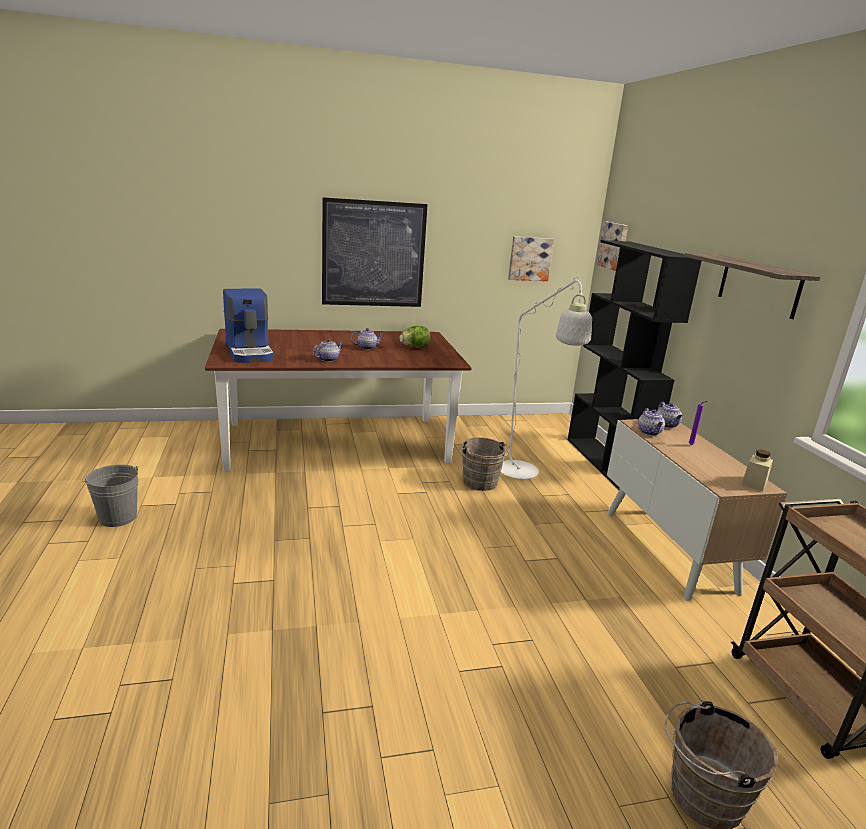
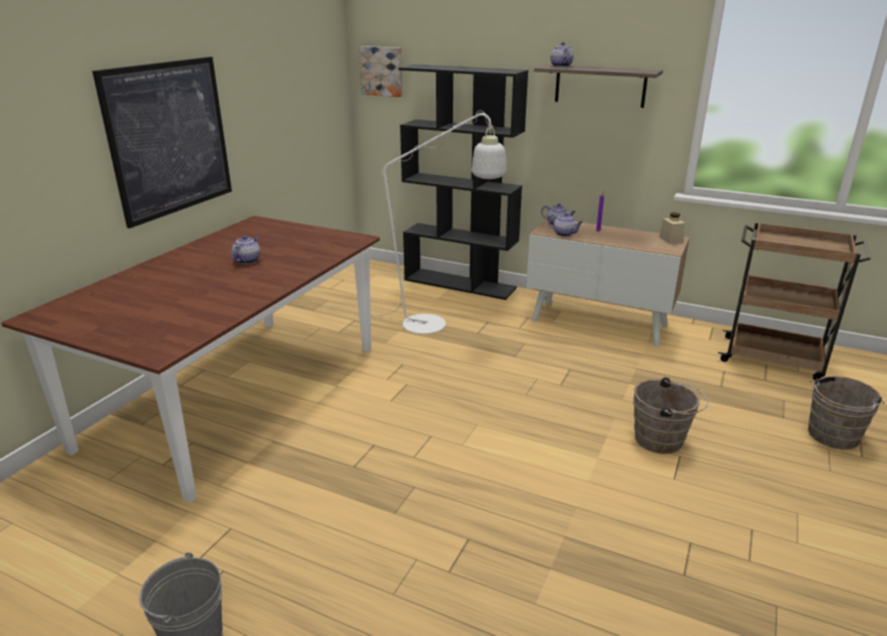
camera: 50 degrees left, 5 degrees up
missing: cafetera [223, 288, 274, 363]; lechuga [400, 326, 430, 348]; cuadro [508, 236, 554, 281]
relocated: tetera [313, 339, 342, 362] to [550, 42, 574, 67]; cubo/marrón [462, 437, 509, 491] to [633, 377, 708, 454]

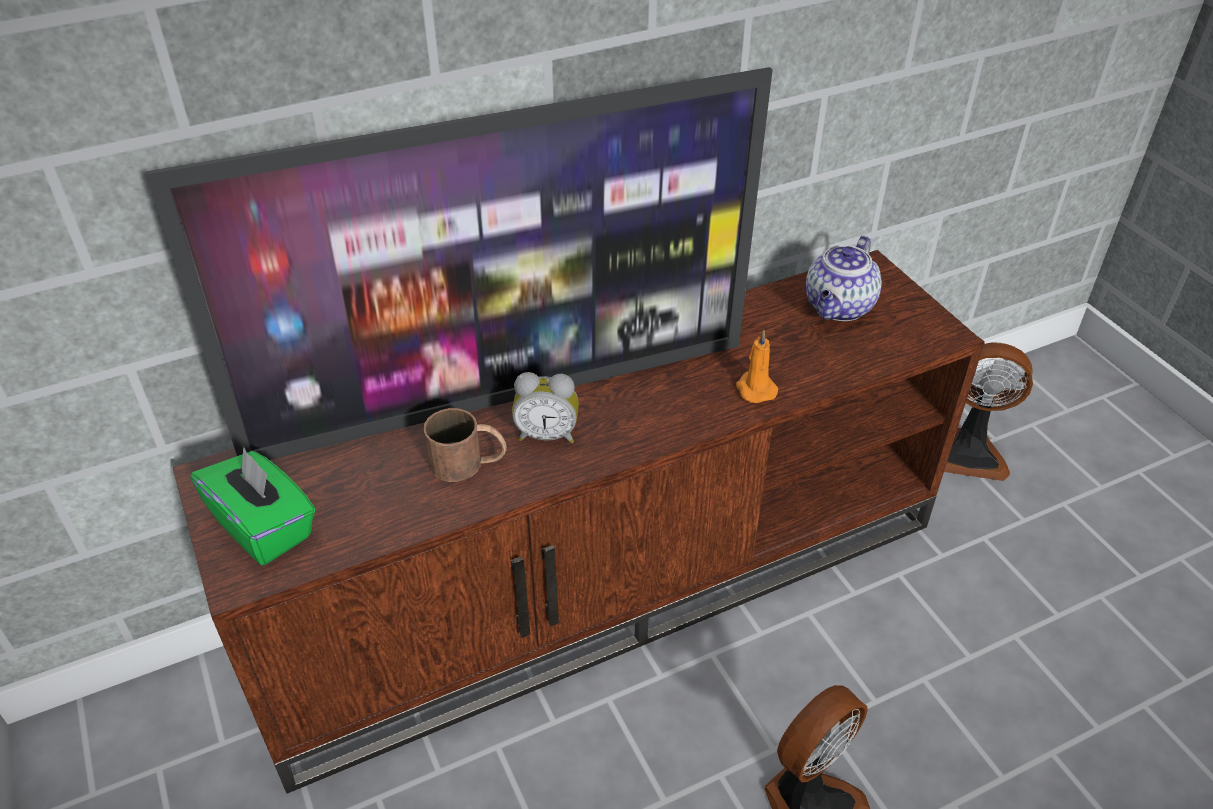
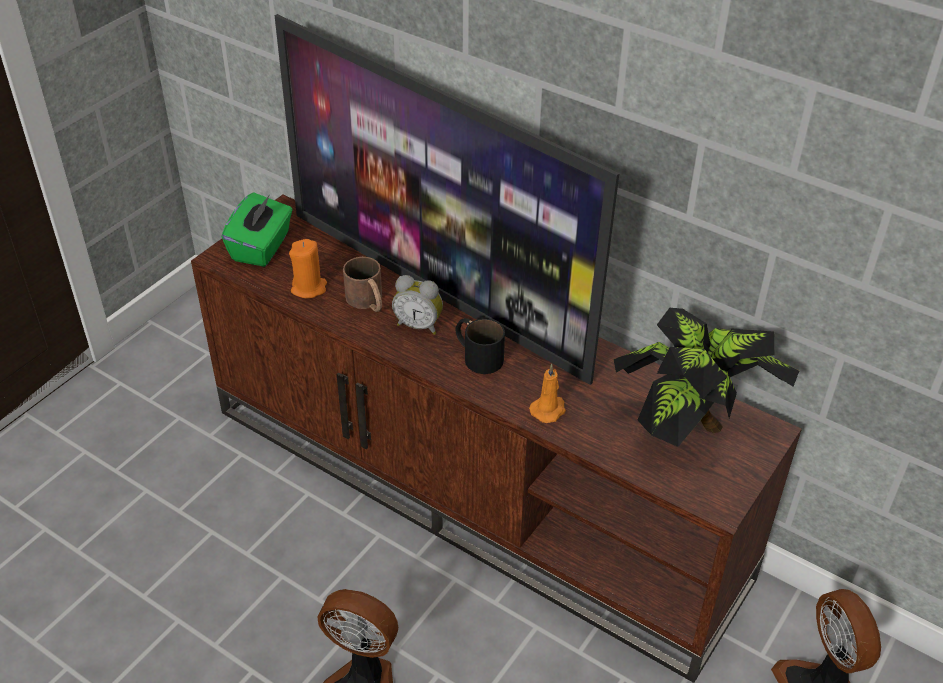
camera: 60 degrees right, 0 degrees up
appeared: vela/naranja [289, 239, 327, 298]; taza grande/negro [456, 318, 505, 374]
exchanged: tetera [806, 235, 882, 321] to planta en maceta [613, 308, 799, 447]
spun: despertador [512, 372, 579, 443] = [392, 275, 443, 335] 45 degrees counterclockwise

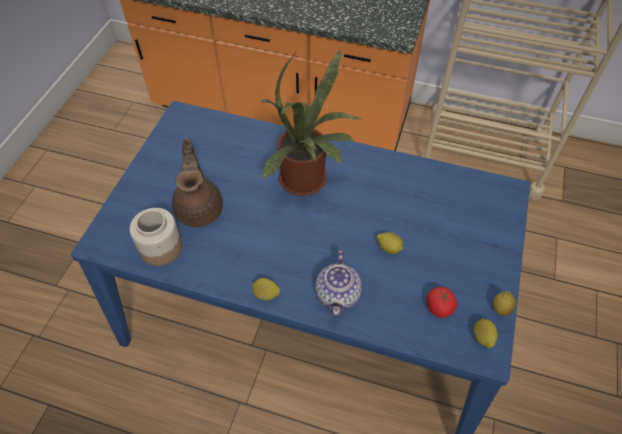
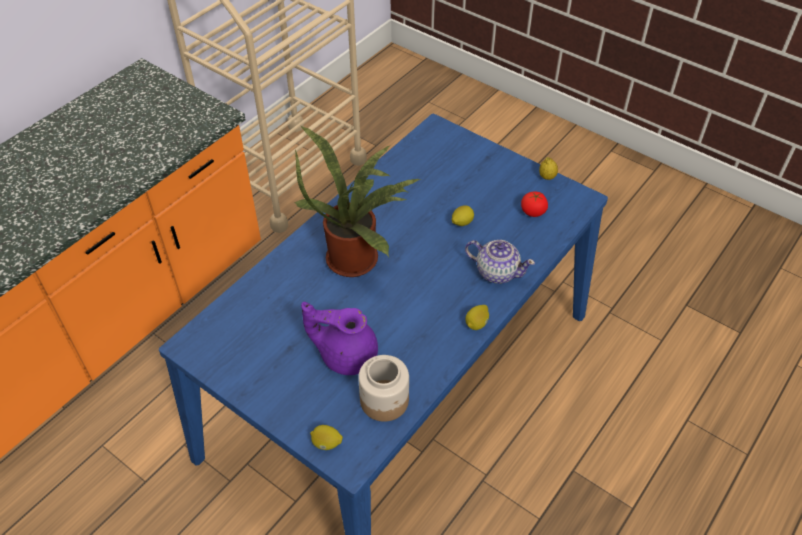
camera: 70 degrees left, 5 degrees down
relocated: limón [473, 318, 498, 348] to [310, 425, 343, 450]
colour: tetera/marrón [172, 138, 223, 227] to tetera/morado [301, 302, 378, 375]

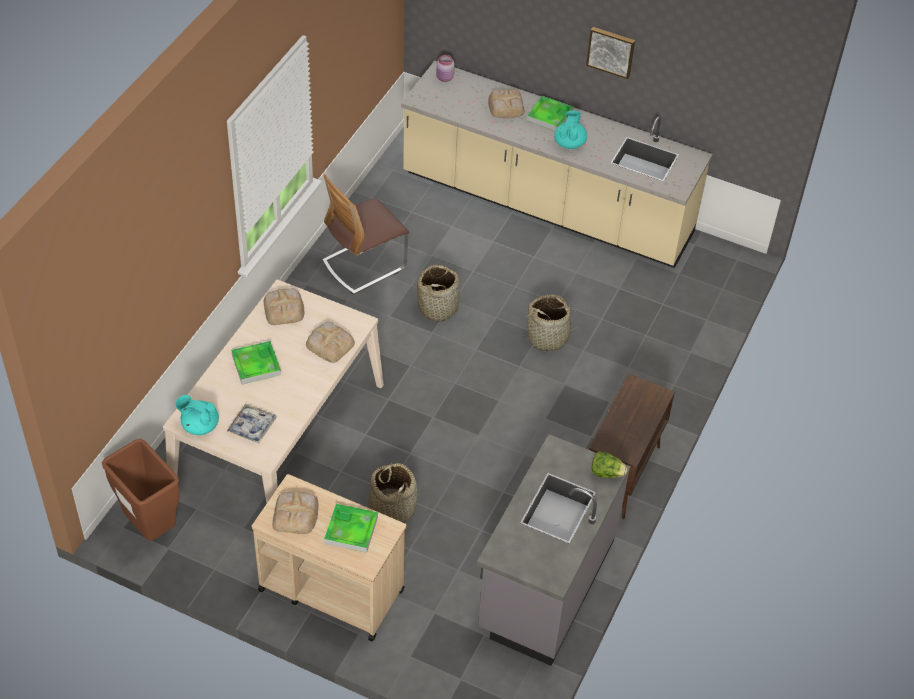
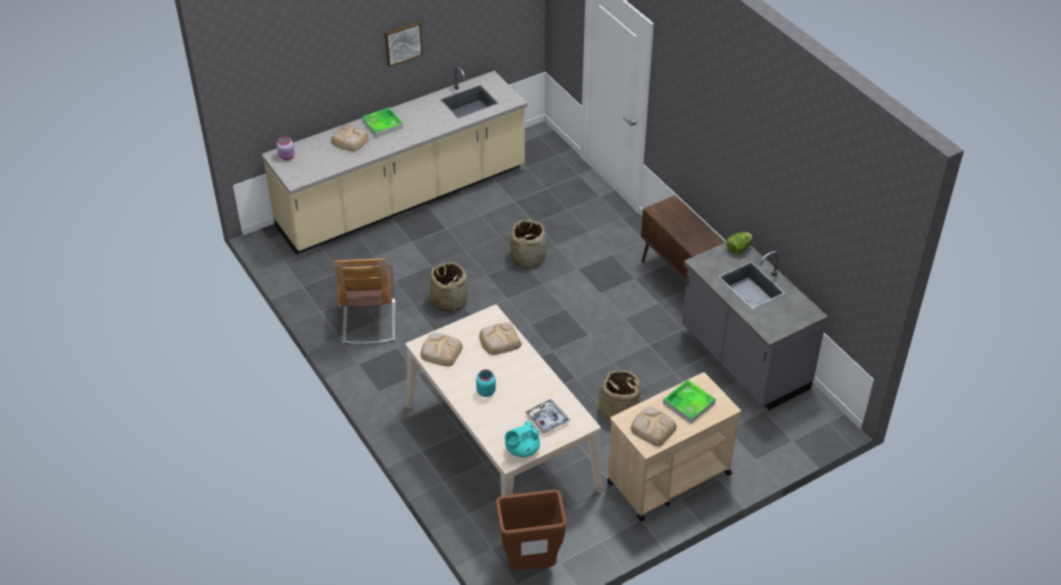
camera: 55 degrees left, 5 degrees down
missing: tetera/turquesa [554, 111, 587, 149]
exchanged: bandeja [231, 341, 281, 384] to tarro/turquesa [476, 369, 496, 397]

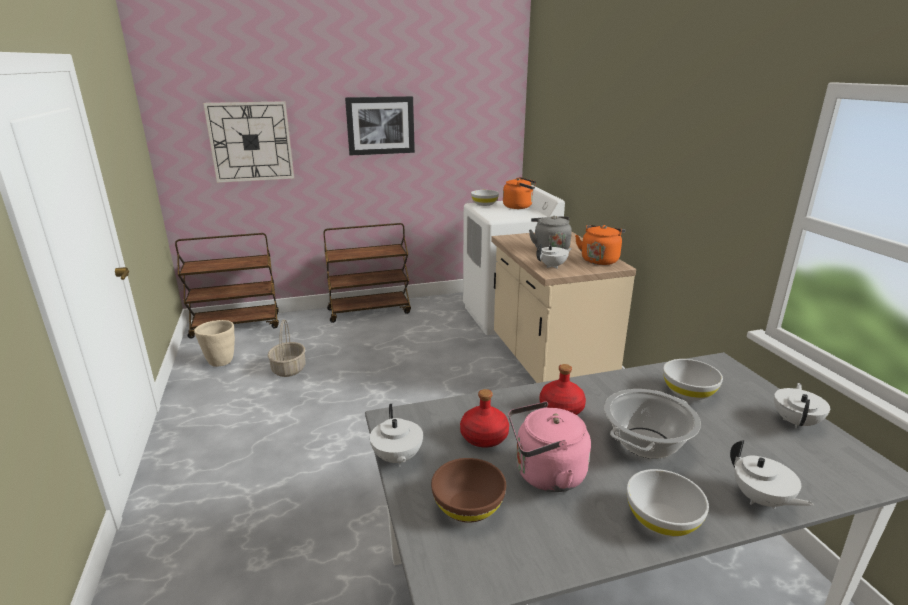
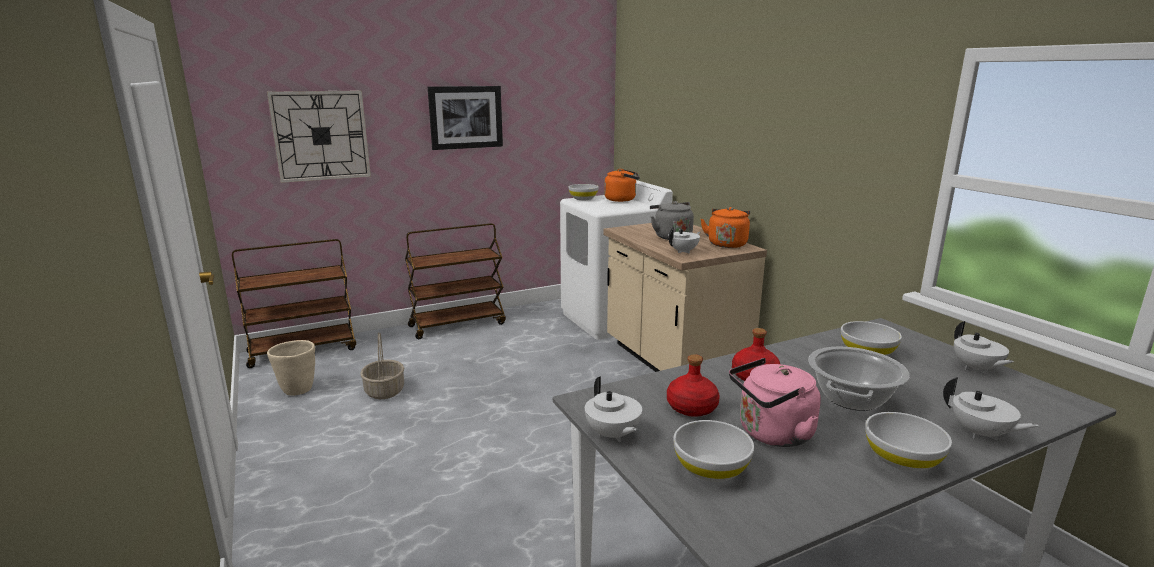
camera: 10 degrees left, 5 degrees down
colour: cuenco/marrón [431, 458, 506, 523] to cuenco/blanco [673, 420, 754, 482]
spun: tetera/blanco [774, 383, 830, 429] = [954, 321, 1014, 374] 150 degrees clockwise

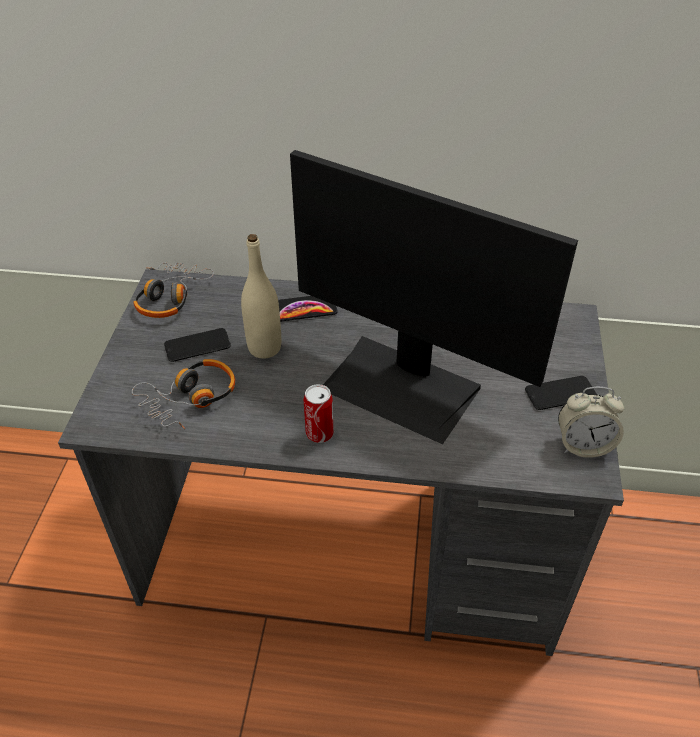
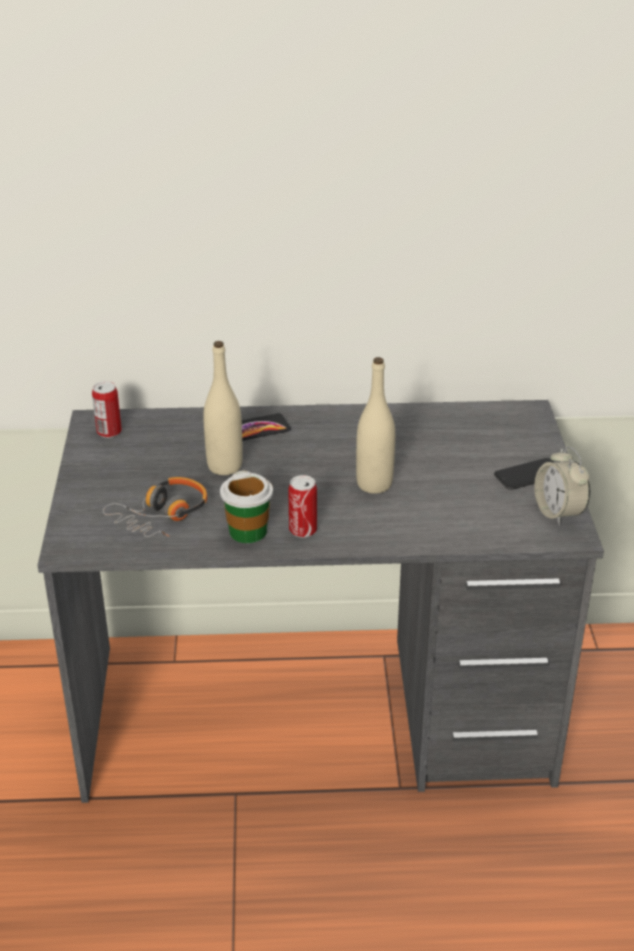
camera: 10 degrees left, 10 degrees down
missing: móvil [164, 328, 231, 362]
appeared: taza [220, 470, 273, 543]
exchanged: auriculares [134, 262, 214, 318] to lata [92, 381, 122, 438]; monitor [290, 150, 578, 444] to botella/beis [356, 357, 395, 494]
spun: despertador [558, 387, 624, 458] = [534, 446, 590, 526] 75 degrees clockwise

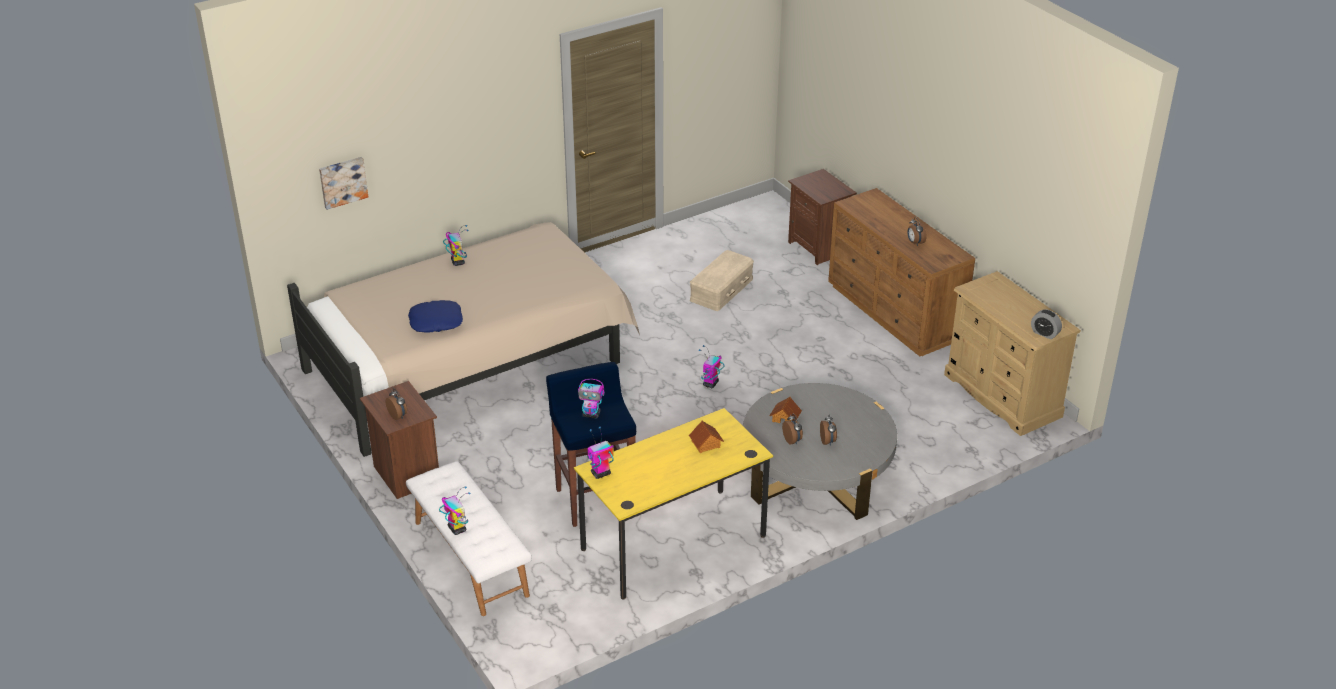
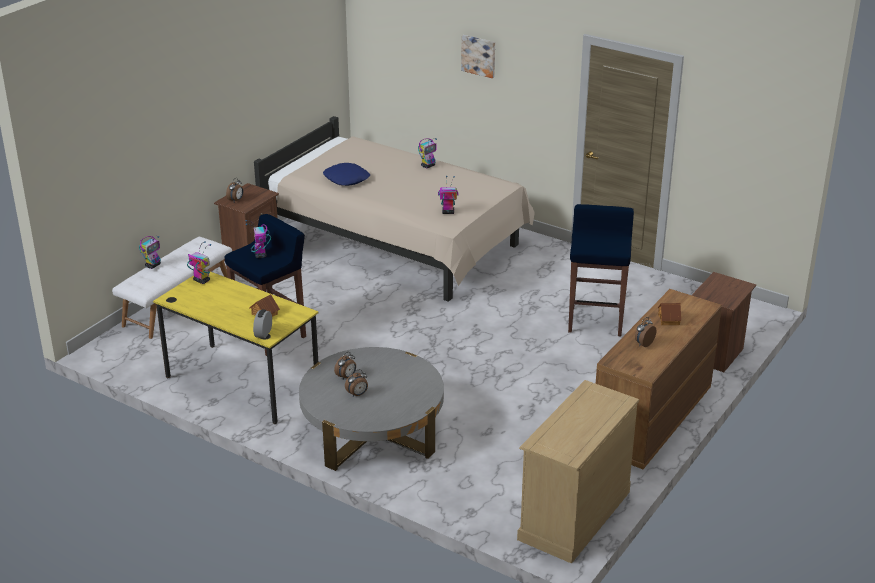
camera: 65 degrees right, 5 degrees down
relocated: cuadro [319, 157, 368, 210] to [461, 35, 495, 78]; robot de juguete [699, 345, 725, 388] to [438, 176, 458, 214]; casita [769, 397, 802, 423] to [658, 303, 681, 325]; despertador [1031, 309, 1062, 339] to [253, 309, 272, 339]
exchanged: caja de almacenaje/beis [690, 250, 754, 311] to taburete/azul [568, 204, 634, 336]

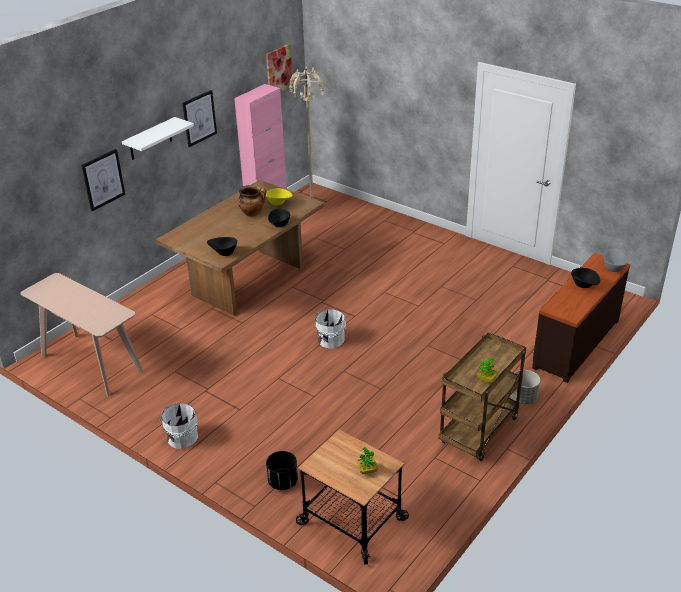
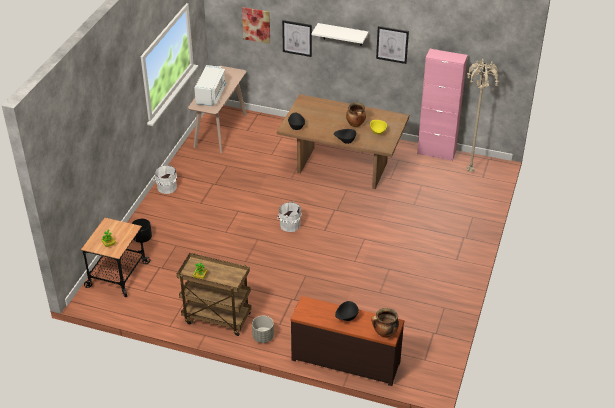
camera: 70 degrees right, 5 degrees up
appeared: microondas/blanco [194, 65, 226, 106]
relocated: cuadro [266, 44, 293, 92] to [242, 7, 270, 44]
exchanged: cuenco/gris [603, 249, 628, 272] to olla [371, 308, 399, 338]

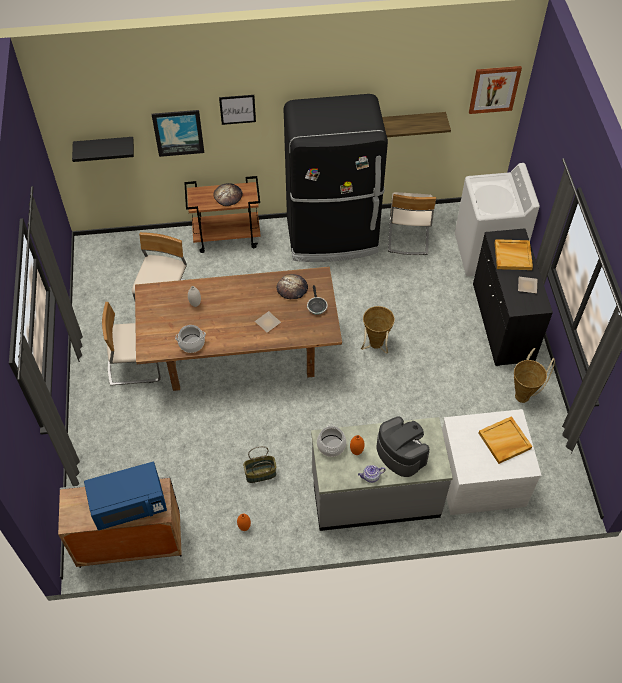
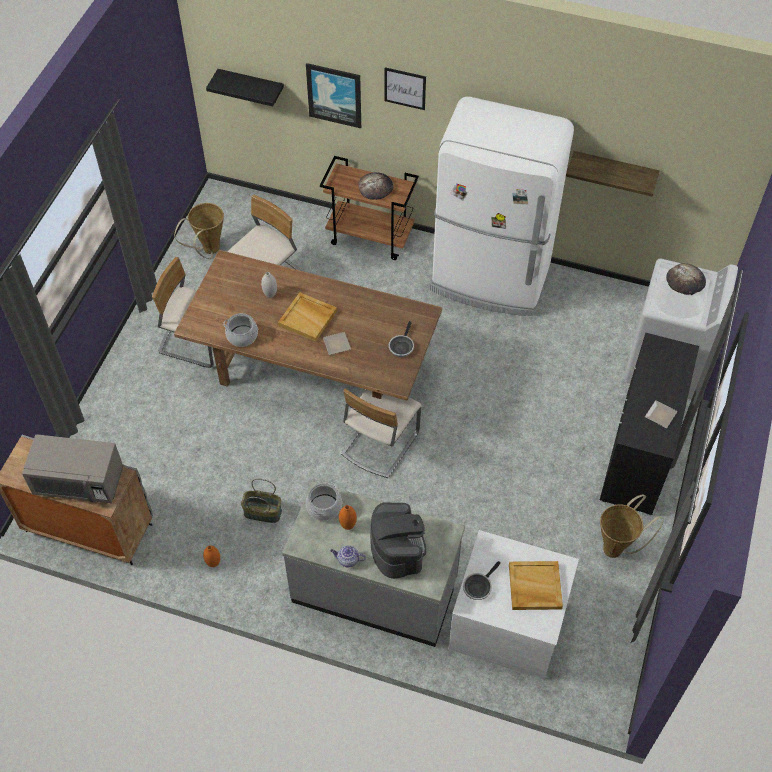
camera: 25 degrees right, 0 degrees up
missing: cuadro [469, 66, 522, 114]
appeared: sartén [463, 561, 501, 600]
relocated: pan [276, 274, 308, 299] to [666, 263, 706, 295]; cesta [361, 306, 395, 354] to [174, 203, 224, 259]; silla/beis [388, 192, 436, 255] to [341, 389, 422, 478]; bandeja/beis [494, 239, 533, 270] to [278, 292, 337, 341]
colour: microondas/azul [84, 462, 167, 530] to microondas/gris [22, 434, 124, 503]; nevera/negro [284, 94, 388, 262] to nevera/blanco [429, 97, 574, 316]

